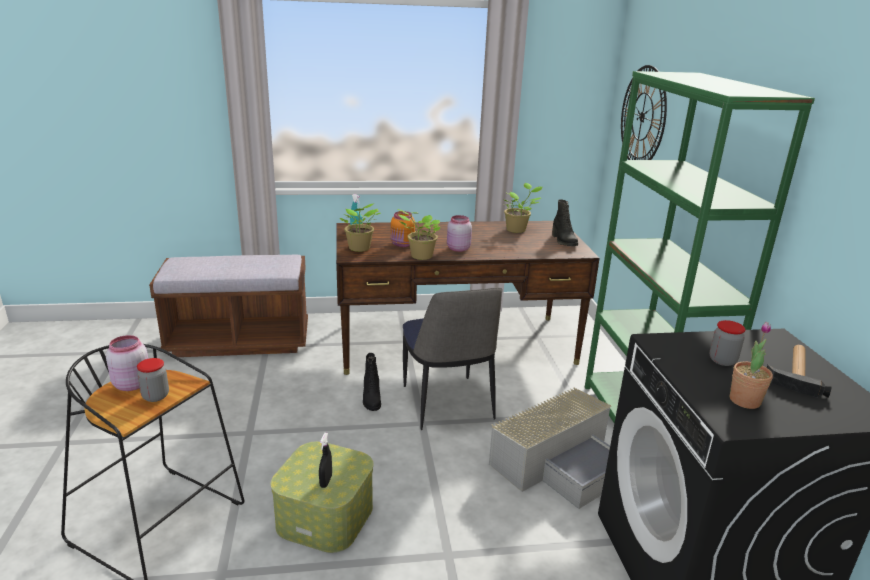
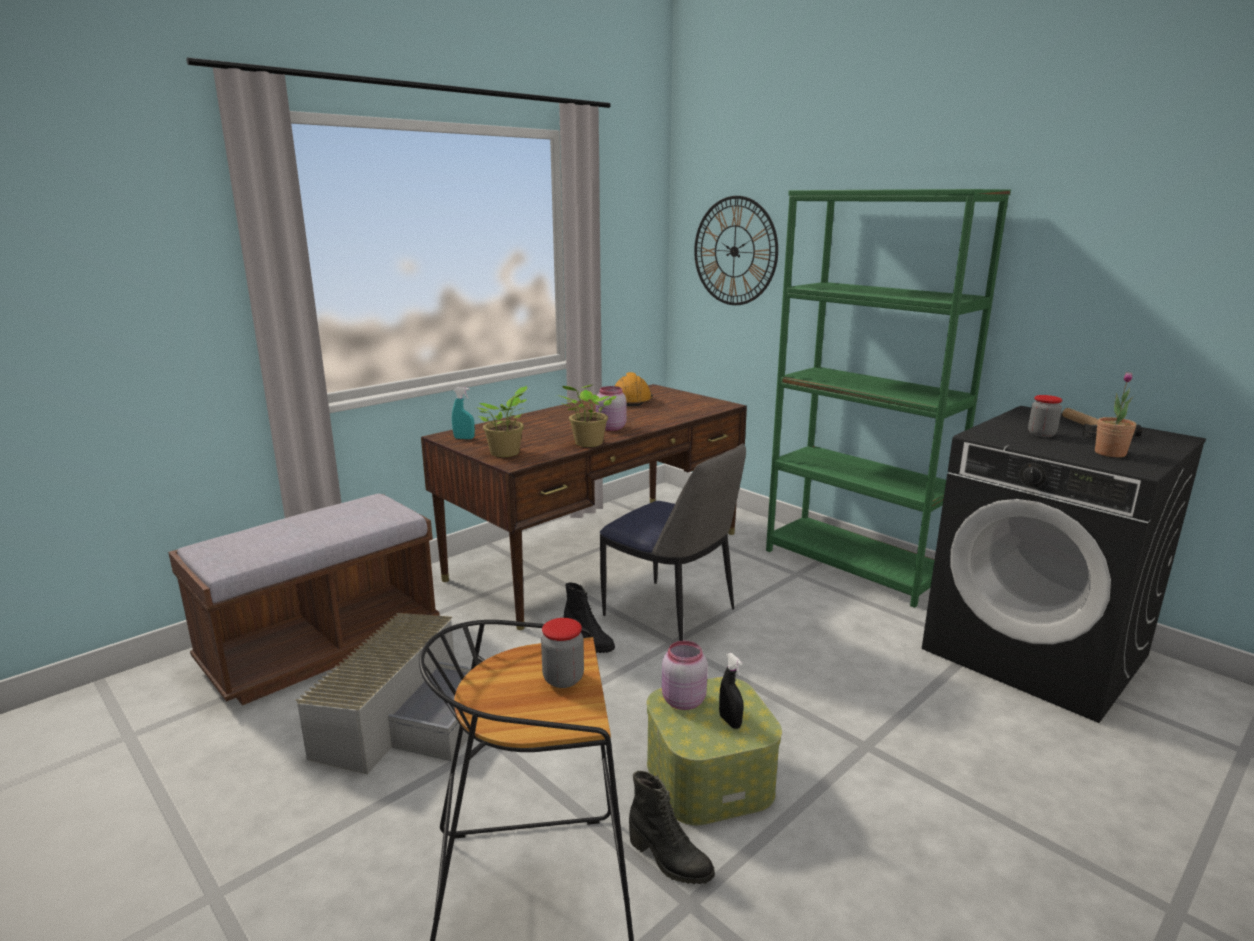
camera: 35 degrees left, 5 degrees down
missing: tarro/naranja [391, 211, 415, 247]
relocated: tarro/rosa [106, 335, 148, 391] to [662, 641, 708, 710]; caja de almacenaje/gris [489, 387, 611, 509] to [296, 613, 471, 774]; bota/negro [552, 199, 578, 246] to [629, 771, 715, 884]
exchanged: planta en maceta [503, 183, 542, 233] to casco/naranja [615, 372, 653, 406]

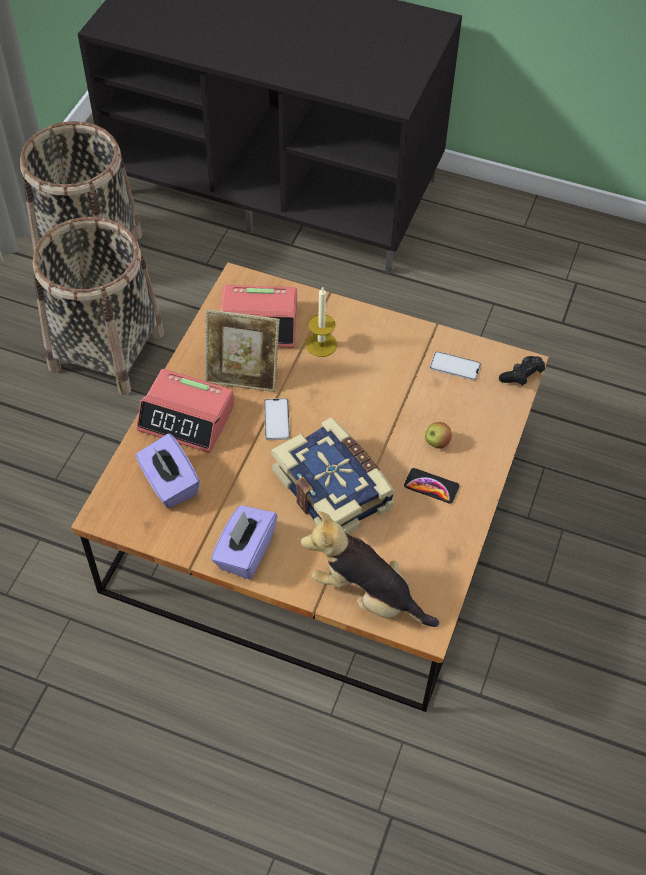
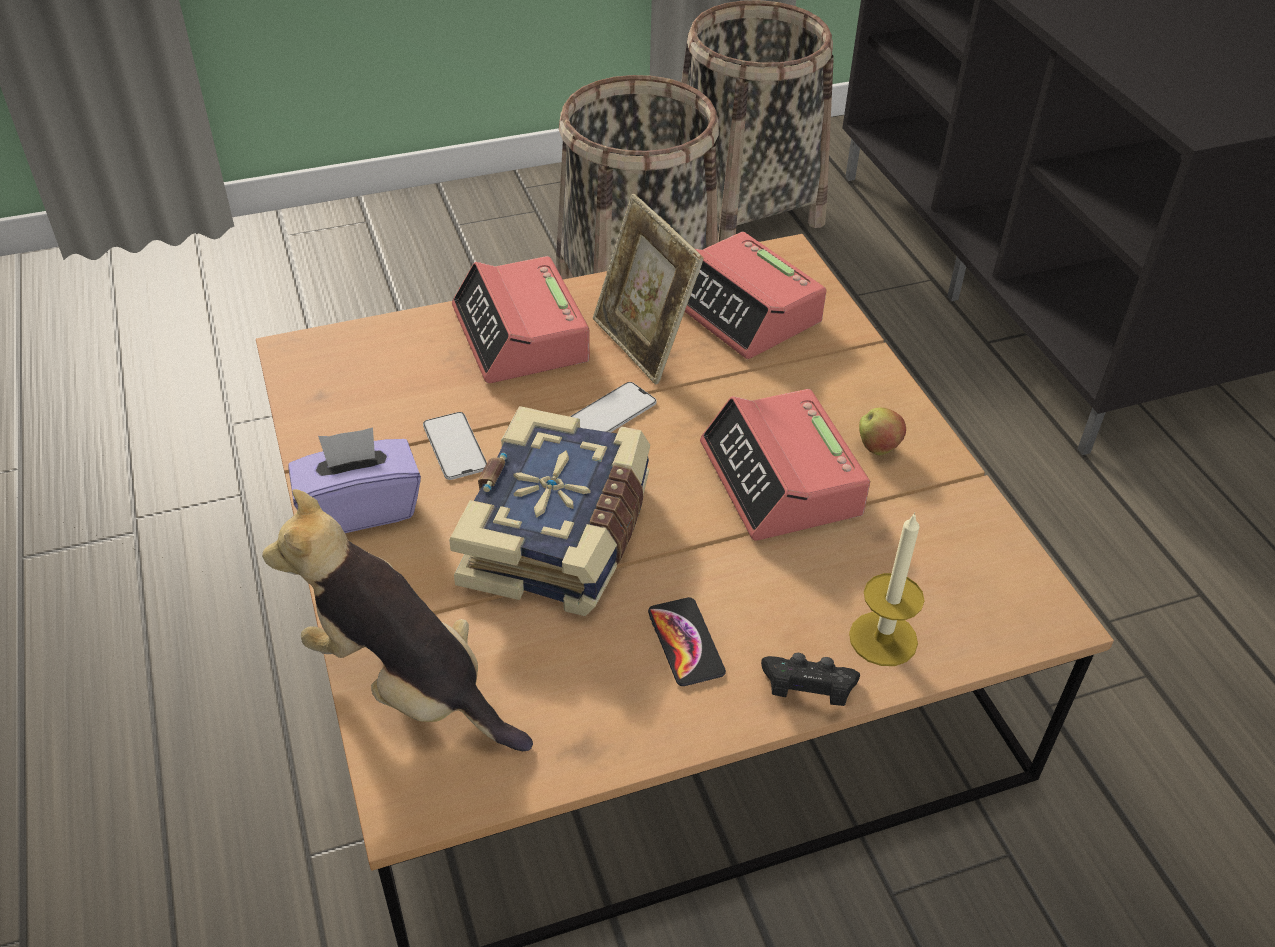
camera: 50 degrees right, 10 degrees down
missing: caja de pañuelos/morado [136, 433, 200, 508]
appeared: despertador [700, 389, 870, 541]
relocated: vela [306, 286, 337, 357] to [849, 512, 925, 666]; manzana [425, 422, 452, 449] to [859, 408, 906, 455]; móvil [430, 351, 481, 380] to [423, 412, 487, 480]; mando de consola/negro [499, 356, 545, 385] to [761, 653, 860, 706]
spun: peluche [301, 511, 439, 627] = [262, 489, 533, 751] 45 degrees counterclockwise

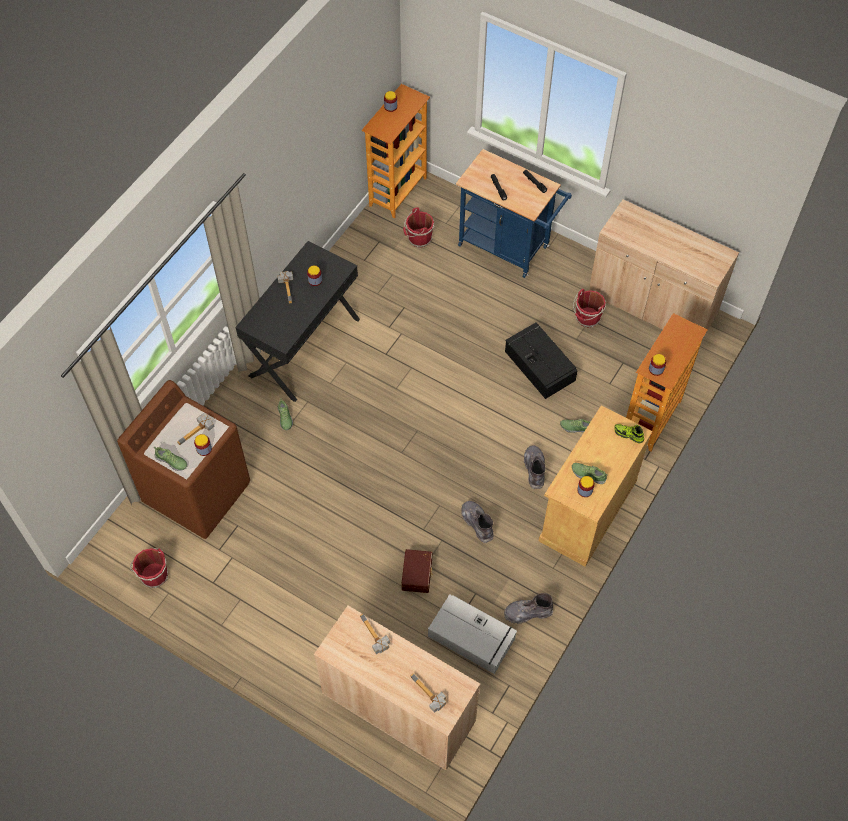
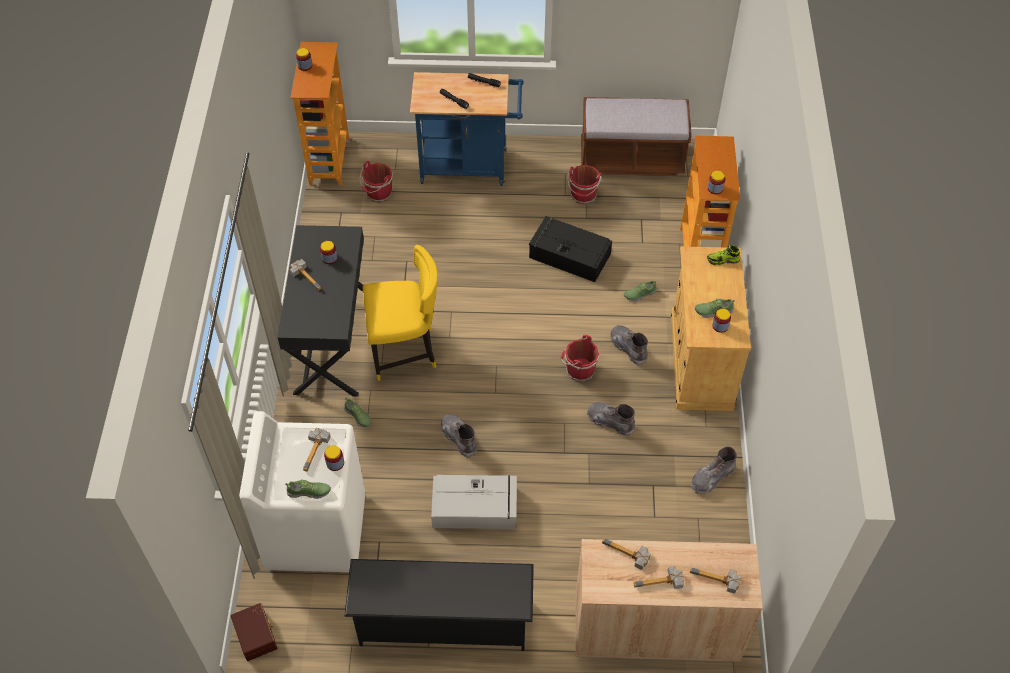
camera: 30 degrees left, 5 degrees down
appeared: zapatero/negro [344, 559, 534, 651]; silla/amarillo [363, 245, 438, 381]; bota/gris [441, 414, 477, 458]; martillo [633, 566, 684, 589]
relocated: cubo/rojo [130, 548, 168, 588] to [561, 335, 599, 382]; caja de almacenaje/marrón [402, 549, 433, 593] to [231, 603, 278, 661]; caja de almacenaje/gris [428, 594, 517, 674] to [431, 475, 517, 529]
exchanged: armario/beis [589, 200, 739, 330] to banco/marrón [581, 97, 692, 175]
colour: lavadora/marrón [117, 380, 250, 539] to lavadora/blanco [239, 411, 365, 572]

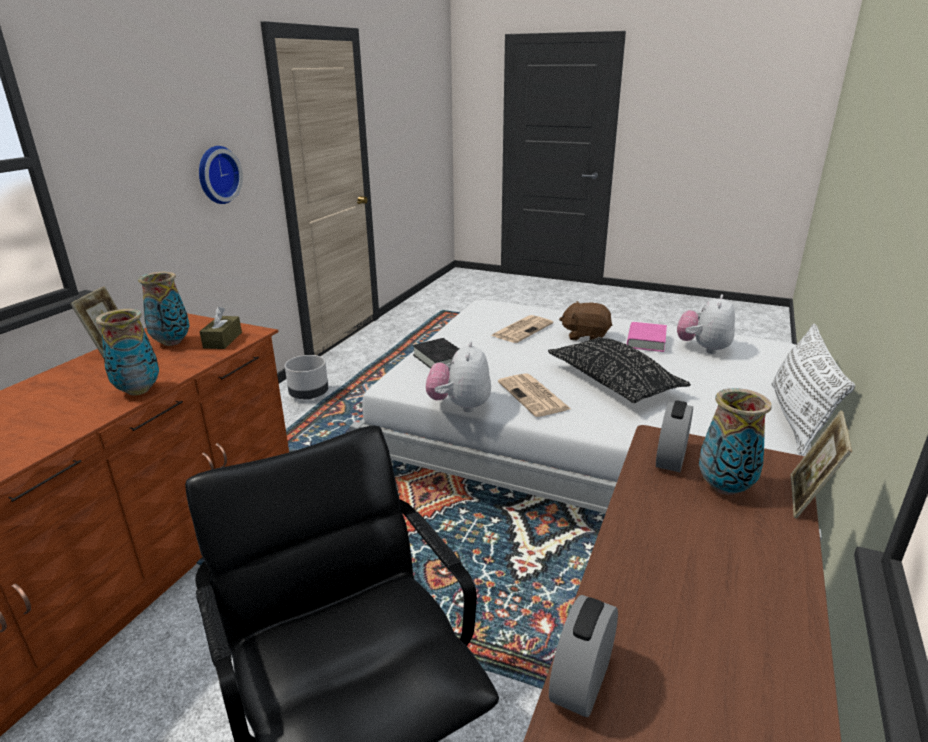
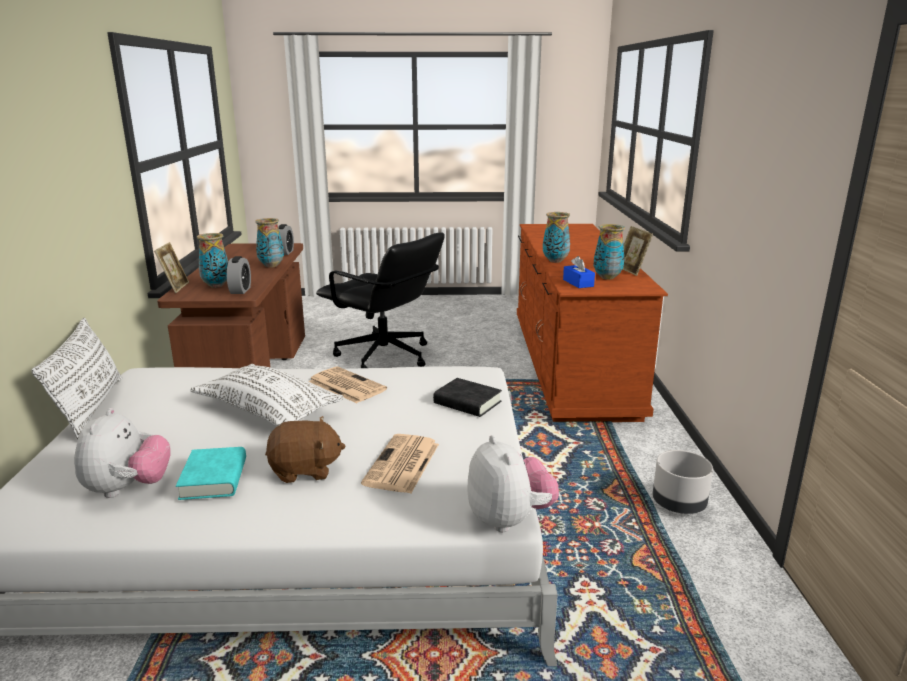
camera: 155 degrees right, 5 degrees down
missing: reloj de pared [199, 146, 243, 204]
appeared: florero [255, 218, 284, 268]
relocated: peluche [426, 341, 491, 413] to [468, 435, 559, 532]
colour: caja de pañuelos/marrón [199, 307, 242, 349] to caja de pañuelos/azul [563, 256, 595, 288]; cojín/negro [548, 337, 691, 403] to cojín/blanco [190, 364, 344, 426]; libro/rosa [627, 322, 667, 352] to libro/turquesa [176, 447, 246, 500]

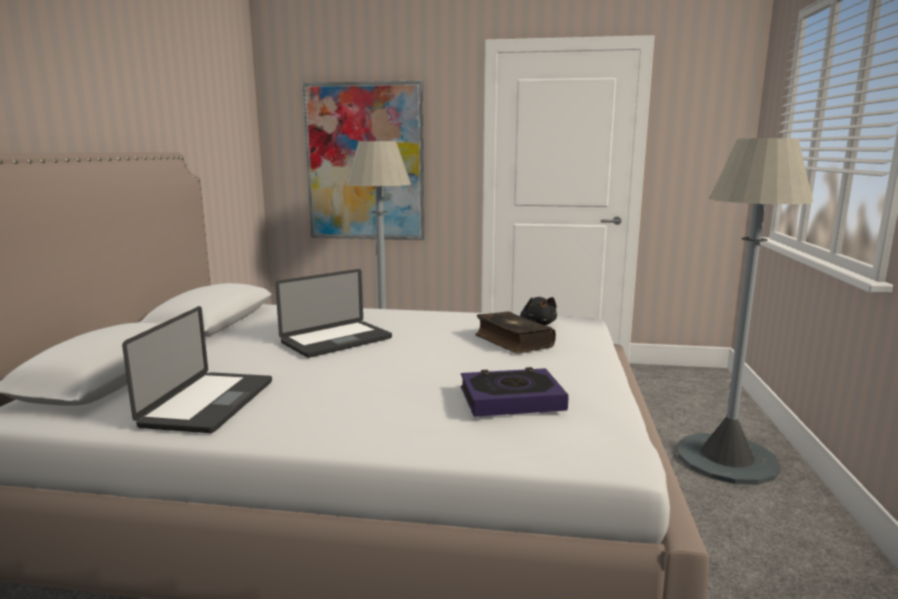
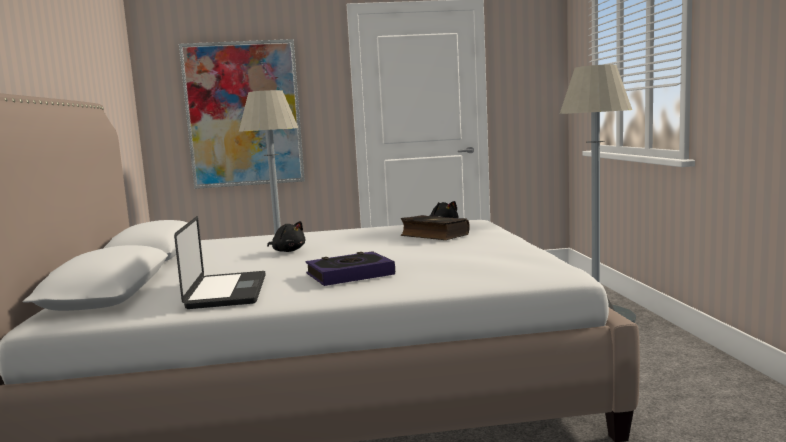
camera: 15 degrees left, 5 degrees down
relocated: libro [461, 367, 568, 417] to [306, 251, 395, 286]
exchanged: portátil [275, 269, 392, 358] to peluche/negro [267, 221, 305, 252]

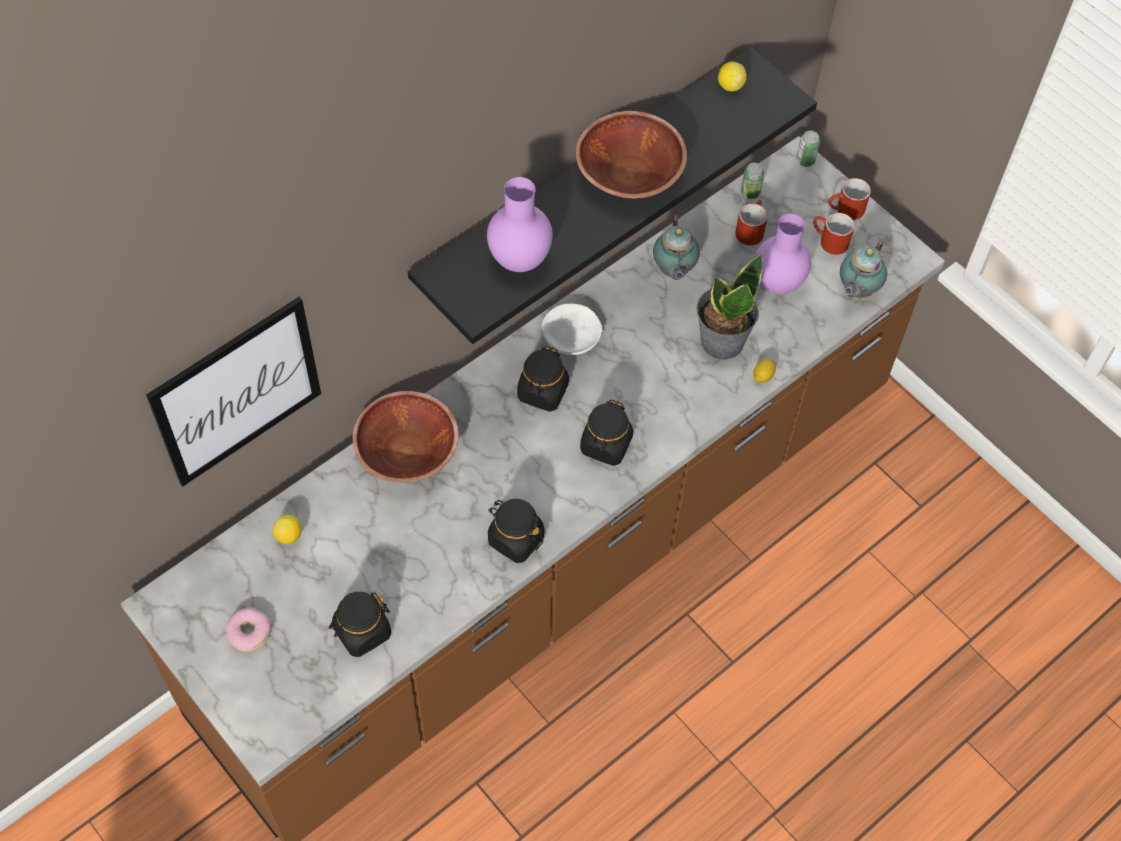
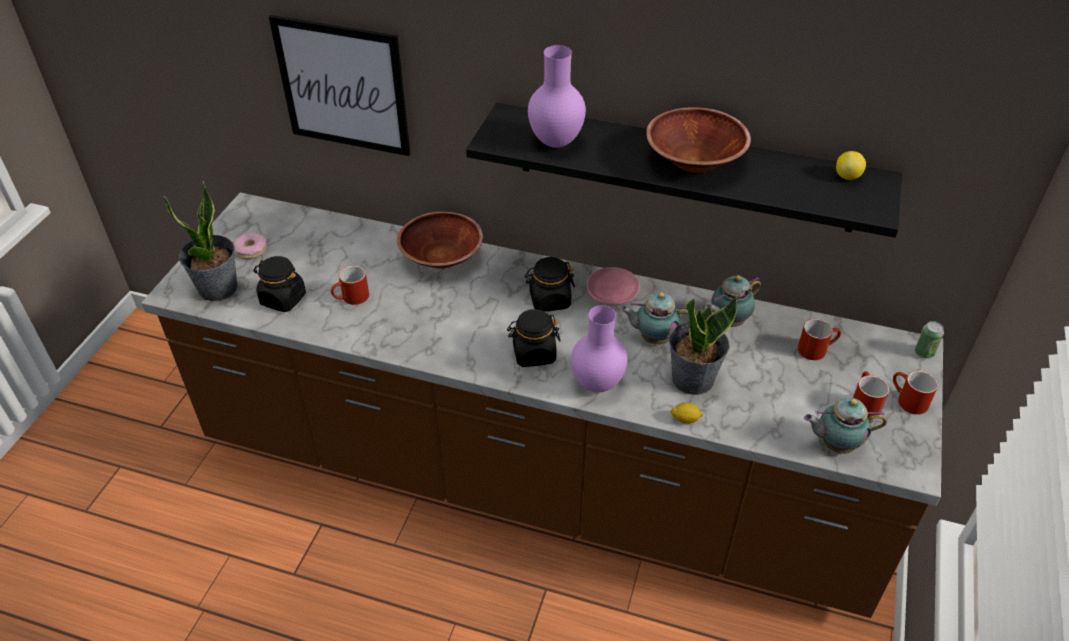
camera: 60 degrees right, 15 degrees down
missing: limón [272, 515, 302, 544]; tarro/negro [488, 499, 544, 563]; lata [741, 163, 764, 199]
appeared: planta en maceta [163, 181, 237, 301]; taza grande/rojo [331, 266, 369, 305]; tetera [620, 292, 690, 345]
relocated: florero/morado [755, 214, 811, 294] to [571, 305, 628, 393]
colour: plato/blanco [542, 303, 602, 355] to plato/rosa [587, 267, 640, 306]

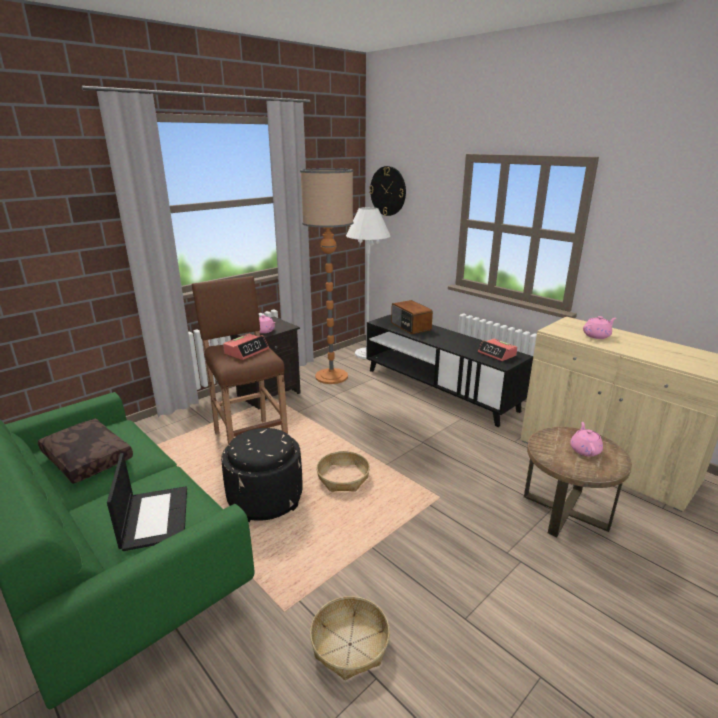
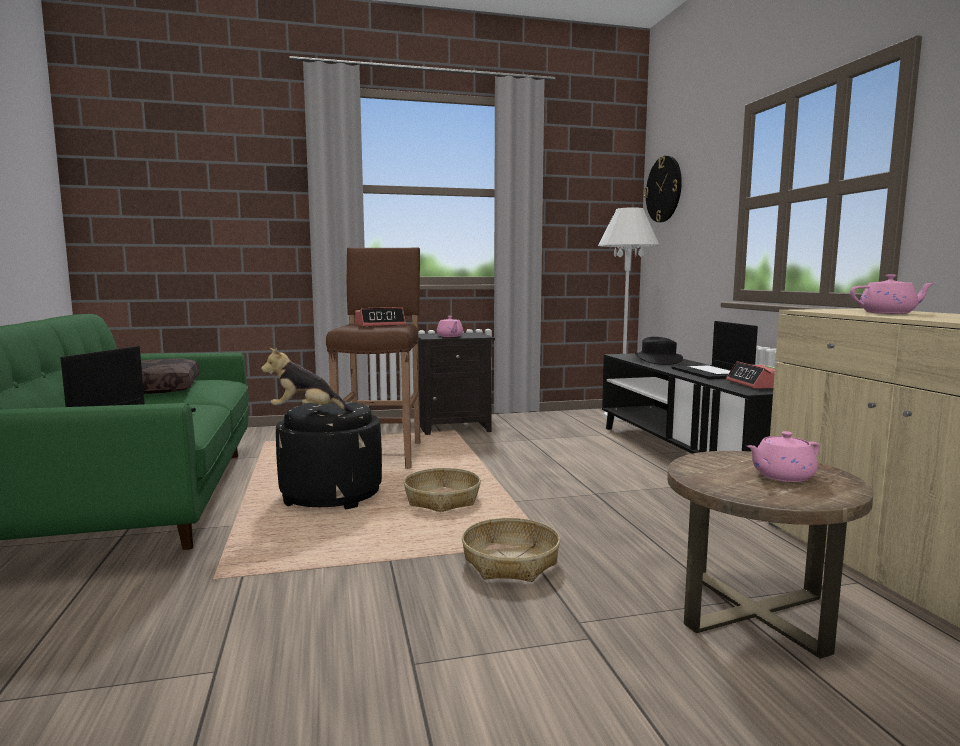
camera: 30 degrees right, 15 degrees down
missing: lámpara de pie [300, 168, 354, 384]
appeared: peluche [261, 348, 354, 412]; portátil [672, 321, 758, 379]
relocated: cesta [310, 596, 390, 680] to [462, 518, 560, 582]
exchanged: radio [391, 300, 433, 334] to sombrero/negro [635, 337, 683, 365]
spun: tetera/rosa [570, 422, 603, 457] = [747, 431, 820, 482] 150 degrees counterclockwise

